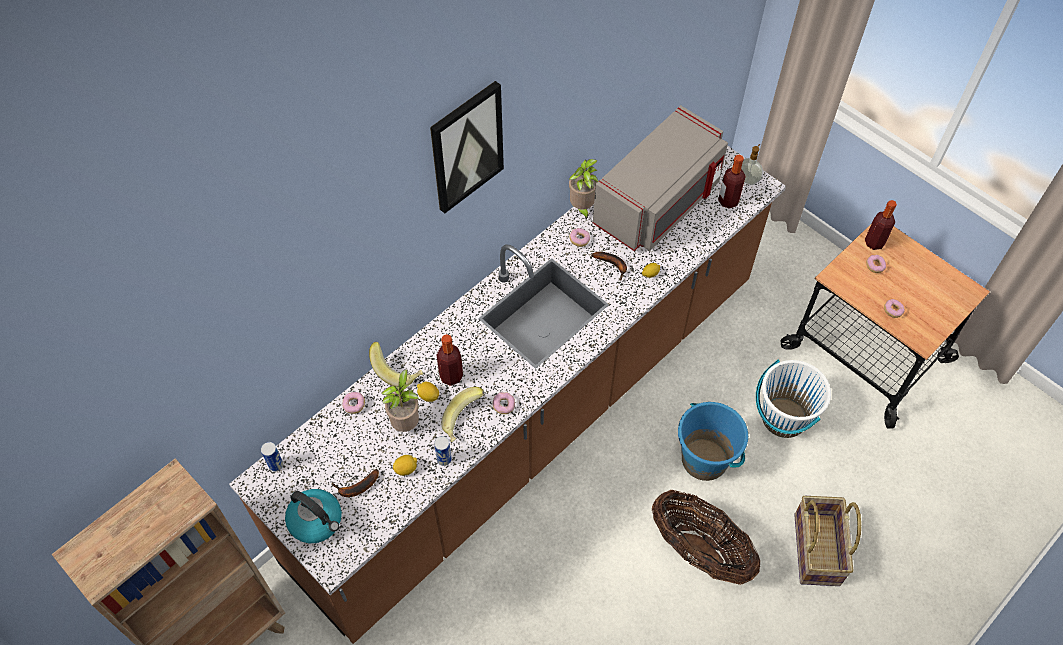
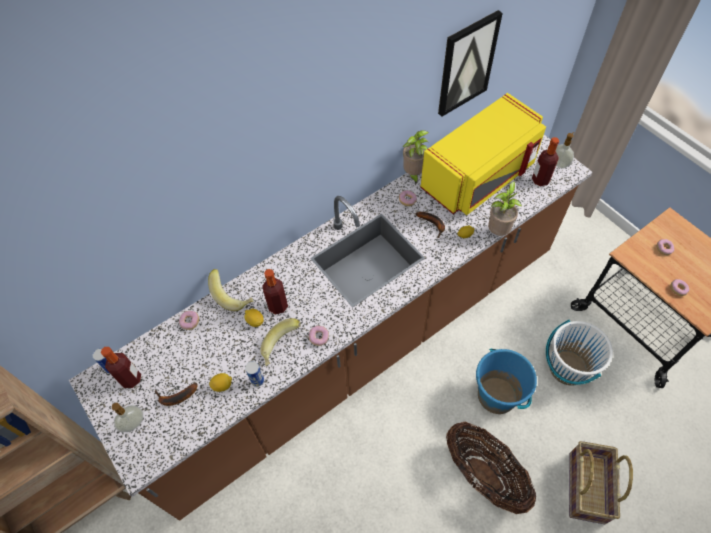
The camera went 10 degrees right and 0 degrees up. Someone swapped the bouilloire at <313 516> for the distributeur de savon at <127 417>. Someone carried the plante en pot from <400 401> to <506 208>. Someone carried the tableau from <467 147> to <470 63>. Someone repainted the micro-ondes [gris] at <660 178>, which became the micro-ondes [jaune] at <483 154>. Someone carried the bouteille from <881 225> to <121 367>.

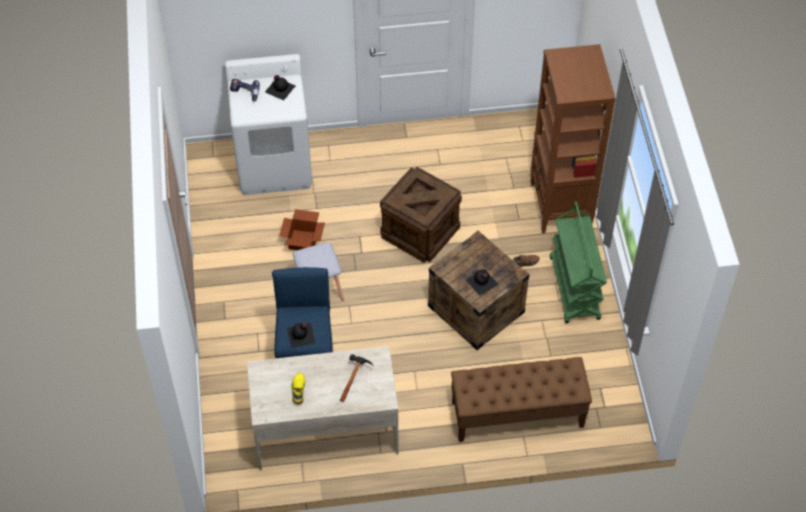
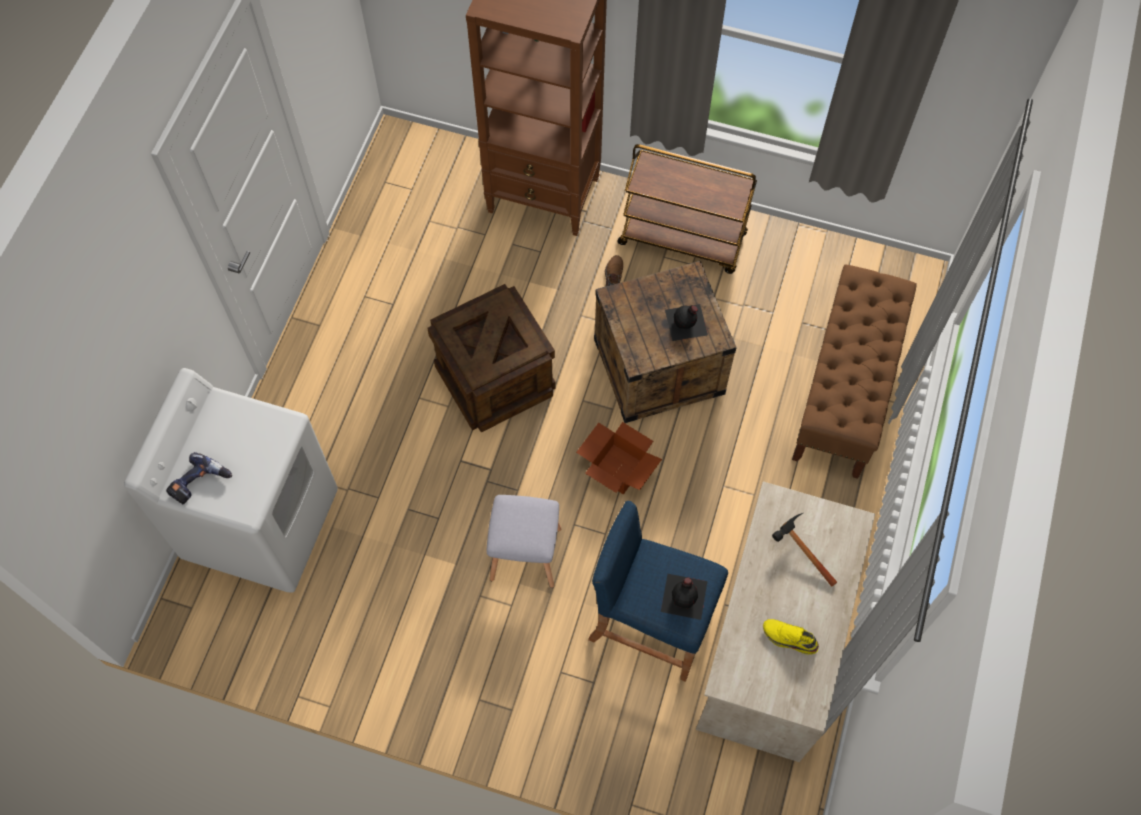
The camera went 65 degrees left and 10 degrees up. Someone took away the bouteille [noir] at <280 87>. Someone carried the carton from <302 229> to <619 458>. Someone repainted the chariot [vert] at <578 262>, which became the chariot [marron] at <687 209>.

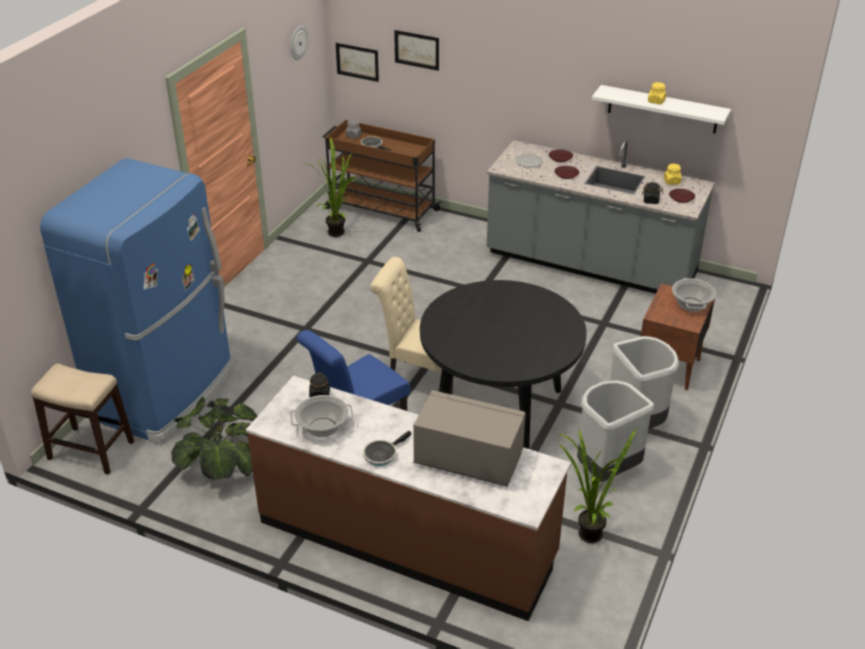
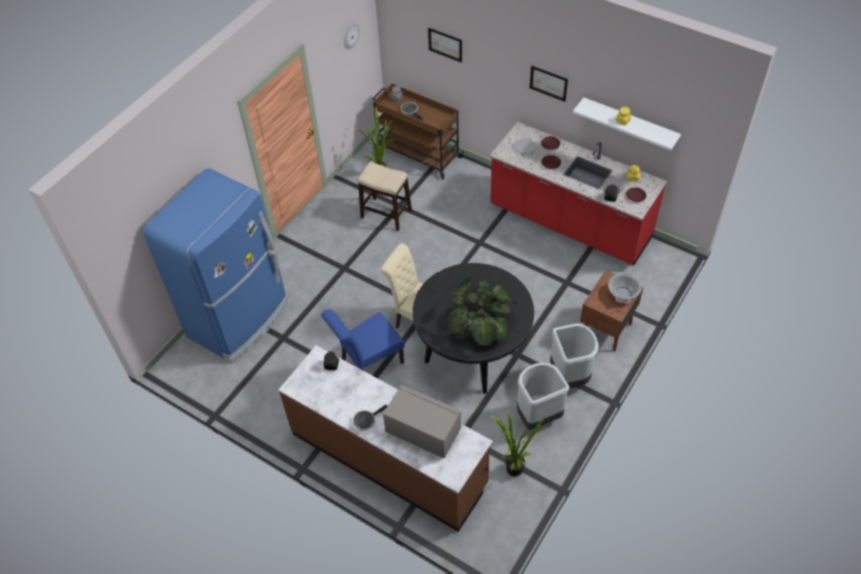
The camera went 10 degrees right and 15 degrees up. Someone carried the tabouret from <82 419> to <385 196>. Someone carried the plante en pot from <214 438> to <482 311>. Someone took away the marmite at <321 416>. Someone carried the tableau from <357 62> to <549 84>. Someone repainted the comptoir de cuisine [gris] at <601 217>, which became the comptoir de cuisine [rouge] at <578 193>.

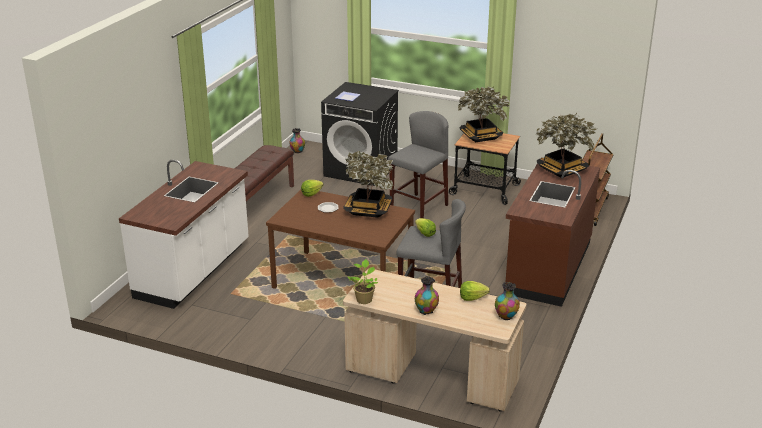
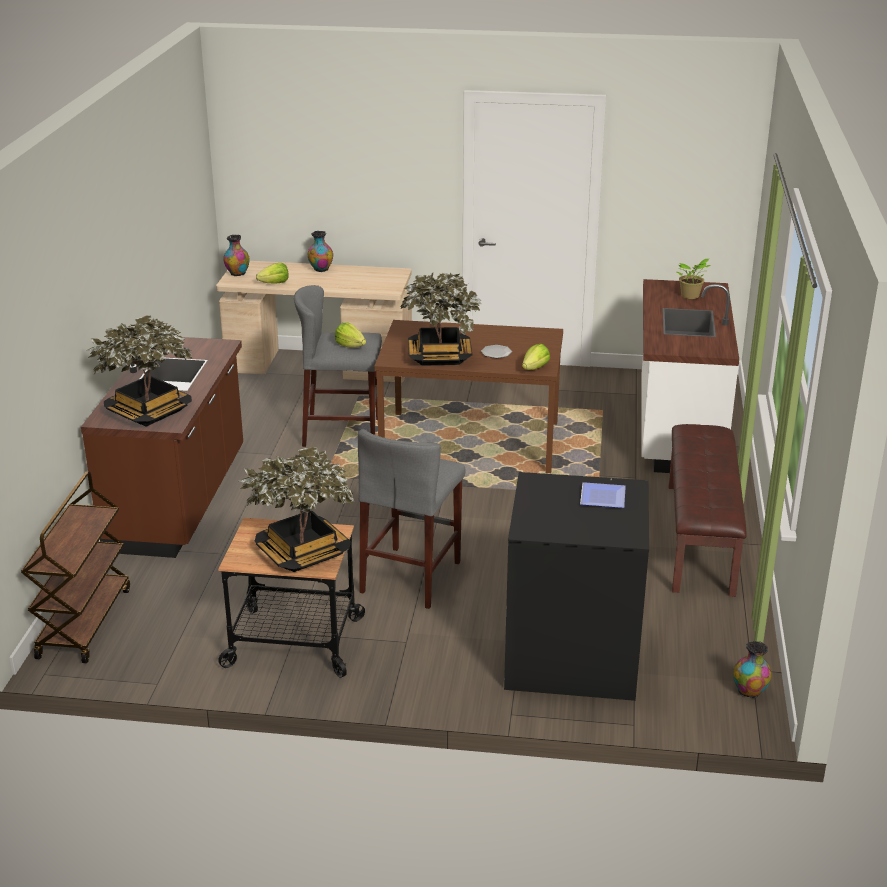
The camera went 165 degrees right and 0 degrees up. Someone carried the plante en pot from <363 281> to <694 279>.

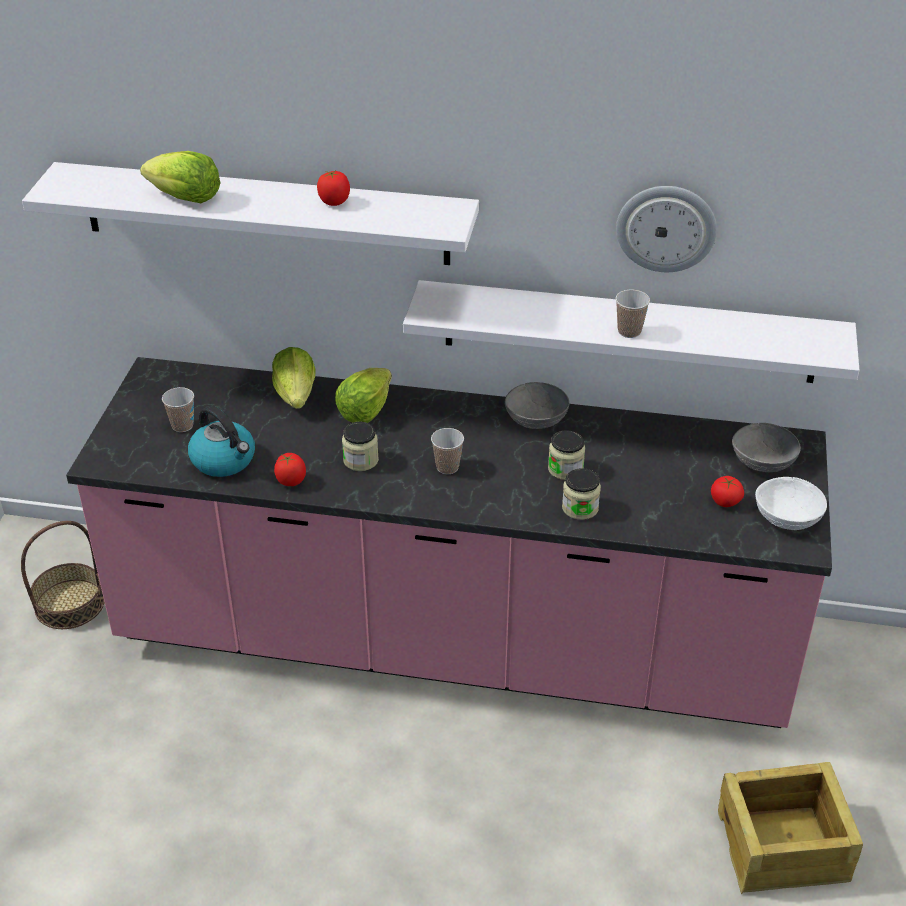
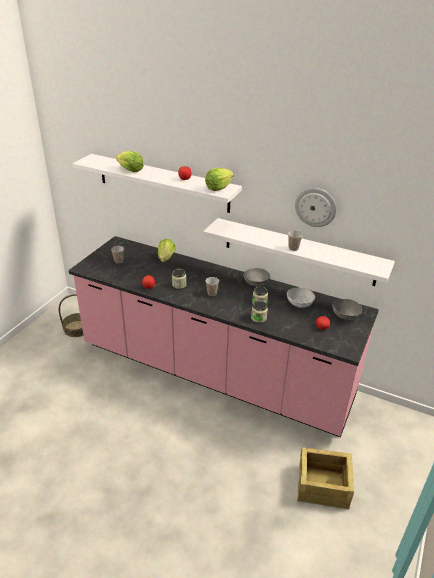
The camera went 15 degrees right and 5 degrees down. Someone took away the bouilloire at <221 441>. Someone carried the laitue from <363 395> to <219 179>. Someone carried the bol [blanc] from <791 503> to <301 298>.

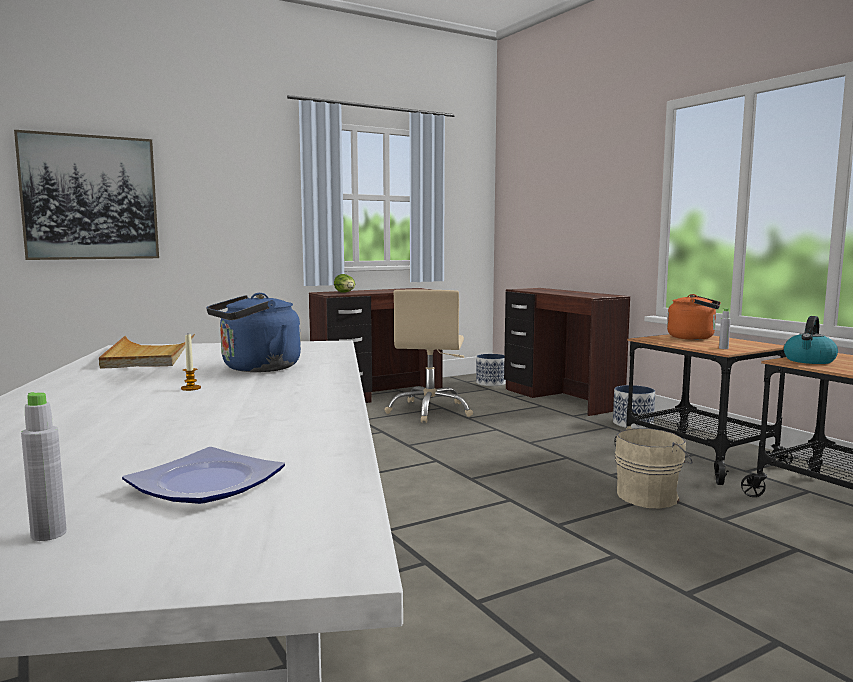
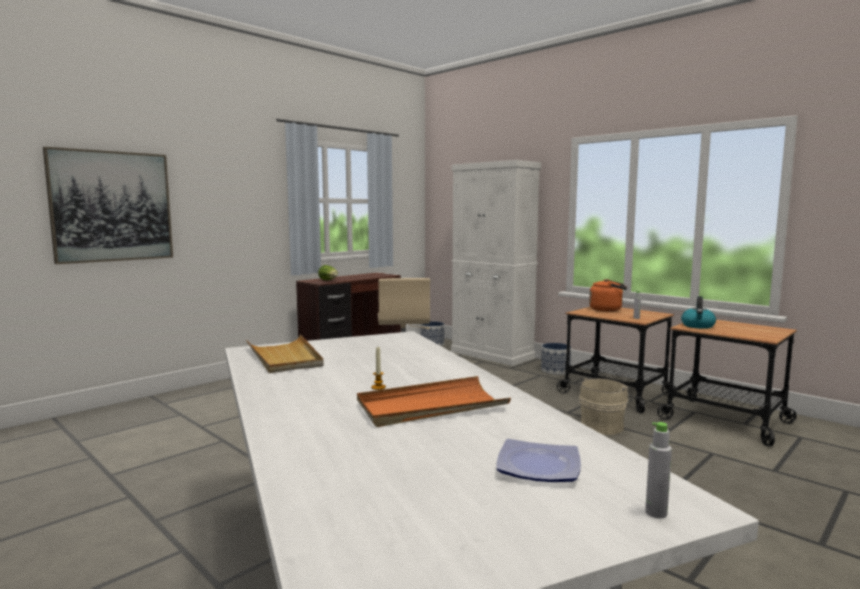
The camera went 15 degrees left and 0 degrees up. Someone carried the bouteille [gris] from <44 466> to <658 470>. Someone took away the bouilloire [bleu] at <253 332>. Someone swapped the bureau [marron] at <567 352> for the meuble de rangement [blanc] at <496 263>. Someone put down the plateau [orange] at <434 401>.

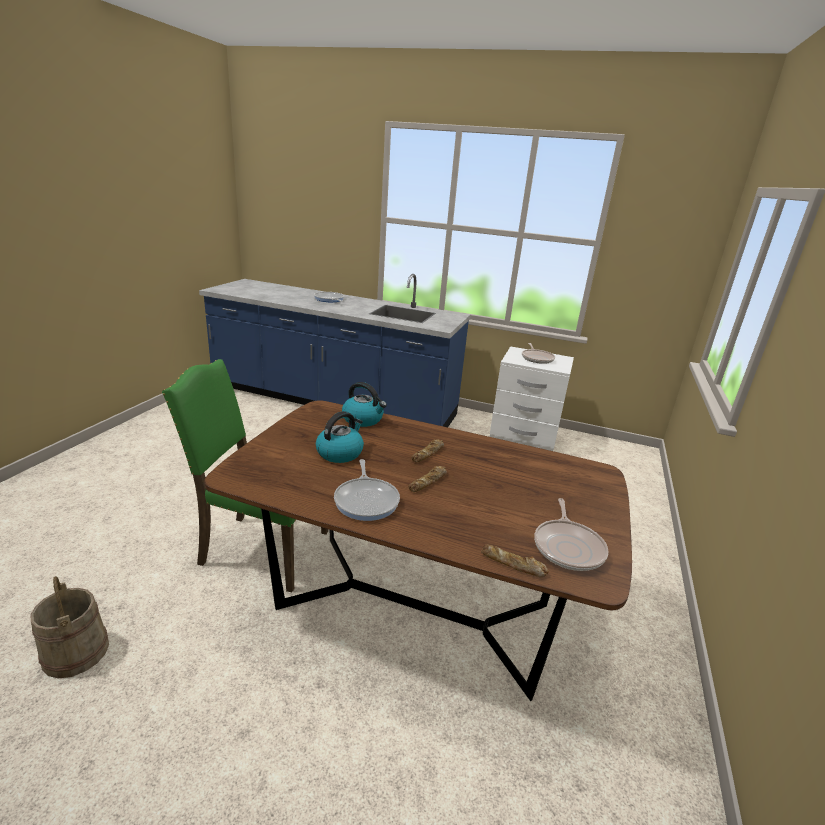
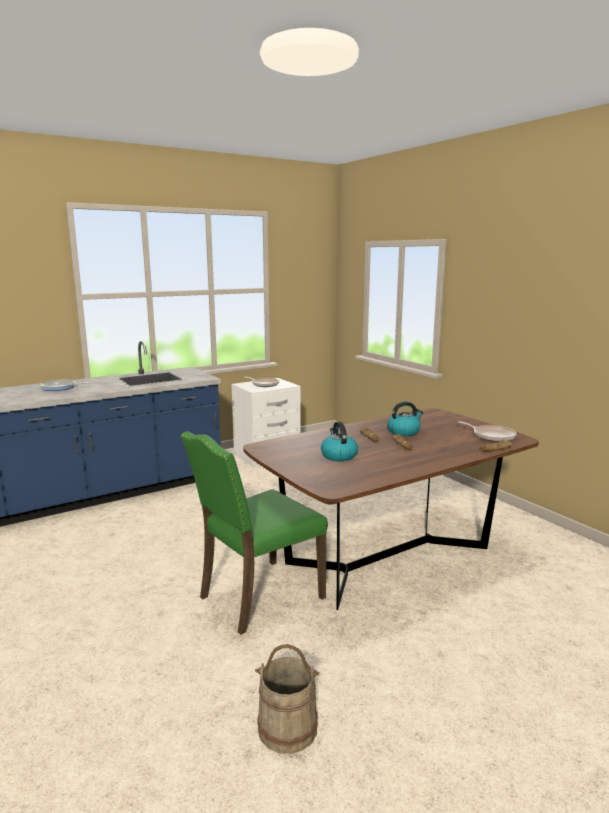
The camera went 50 degrees left and 10 degrees down. Someone took away the poêle at <367 490>. Someone carried the bouilloire from <364 404> to <405 419>.

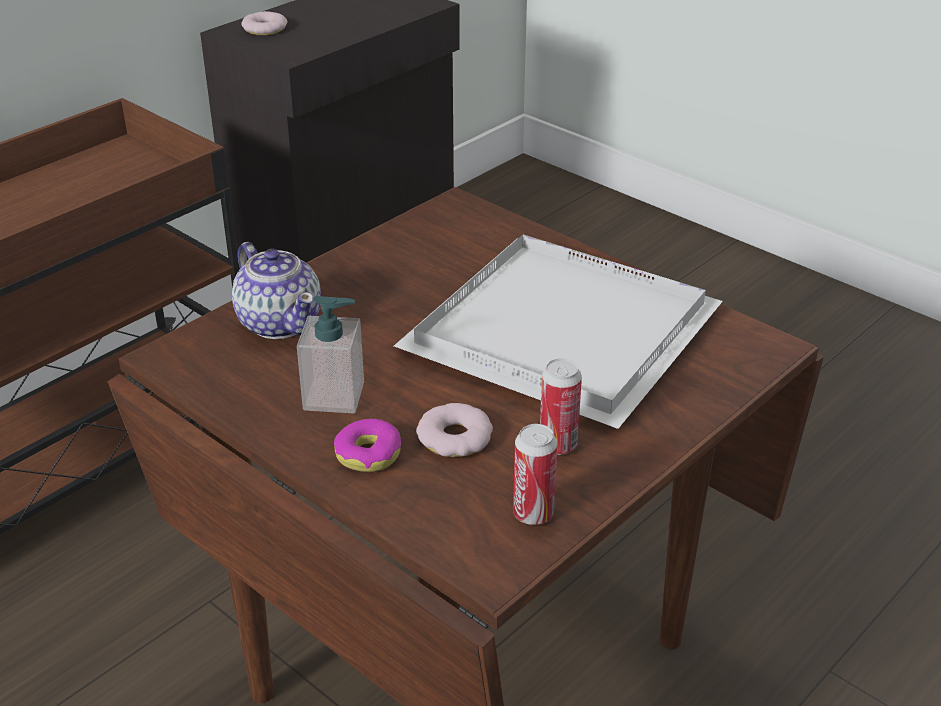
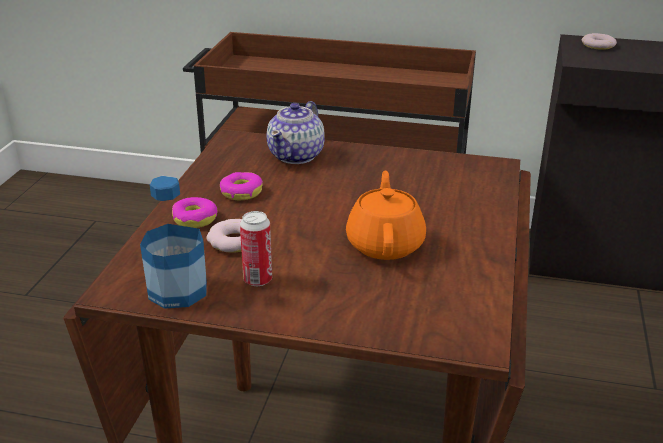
The camera went 60 degrees right and 5 degrees down. Someone swapped the distributeur de savon at <330 354> for the beignet at <241 186>. Someone swapped the plateau [blanc] at <558 331> for the théière [orange] at <386 215>. Someone swapped the boîte métallique at <535 474> for the bouteille at <173 242>.

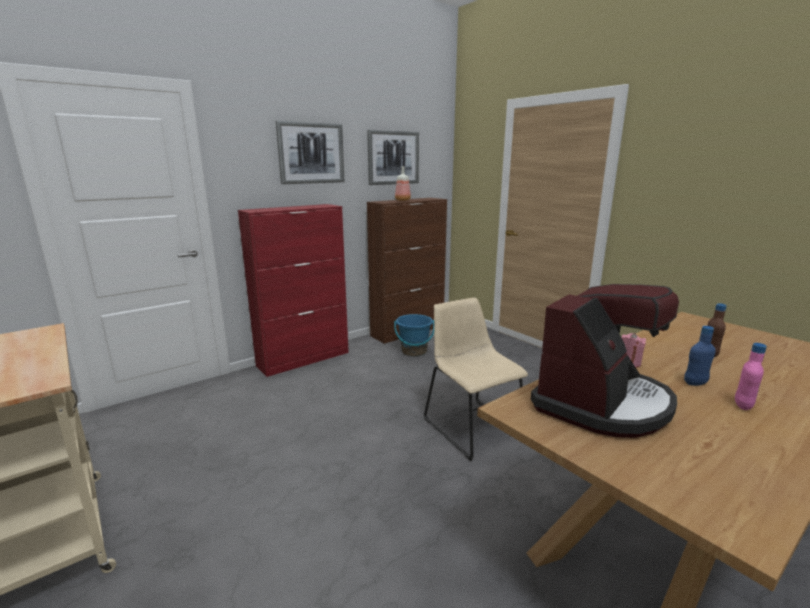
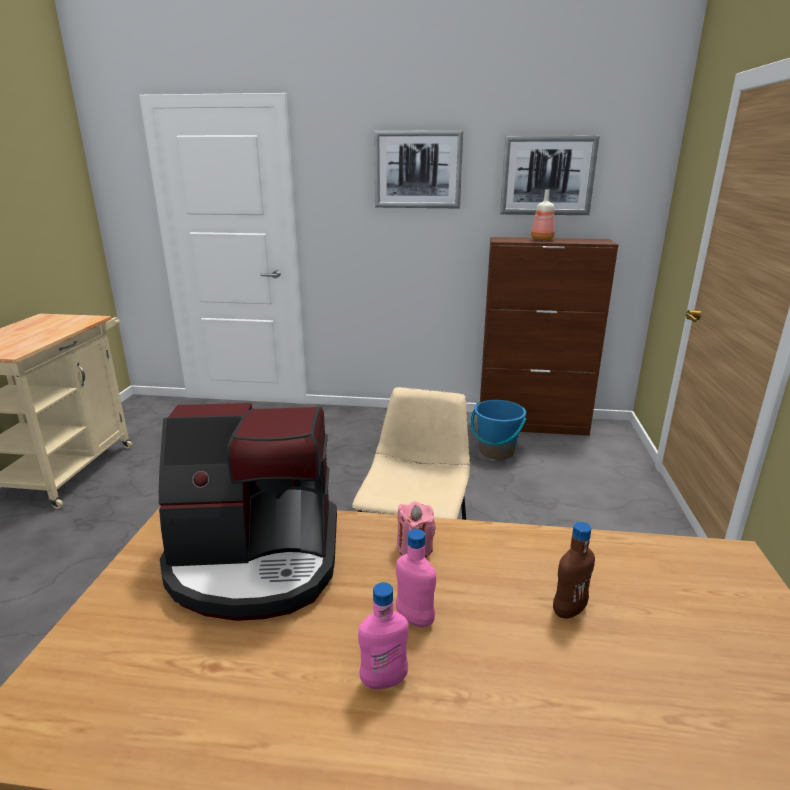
The camera went 45 degrees right and 5 degrees up. Someone took away the meuble de rangement [rouge] at <293 290>. Someone repainted the bouteille [bleu] at <700 356>, which became the bouteille [rose] at <416 578>.

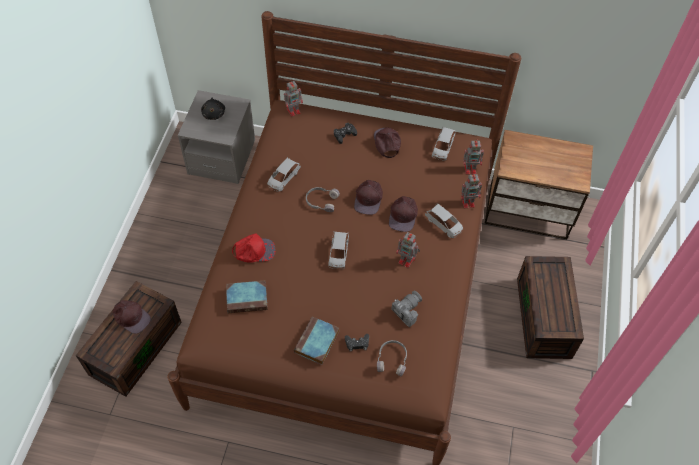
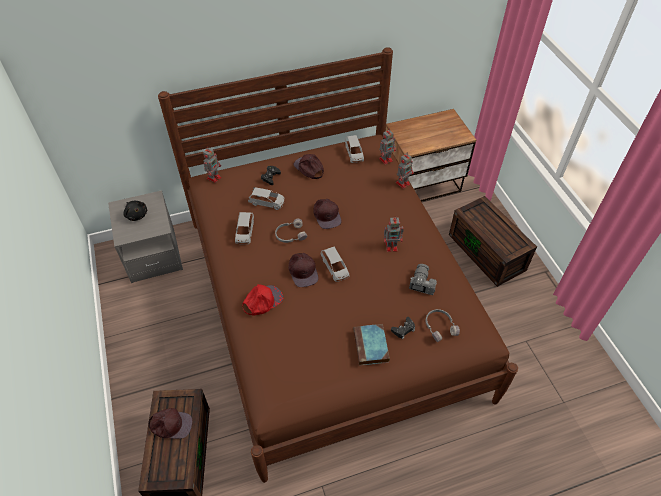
The camera went 30 degrees left and 5 degrees down. Someone took away the livre at <247 296>. Someone carried the casquette [marron] from <403 214> to <303 270>. Someone carried the petite voiture [gris] from <444 220> to <266 198>.

